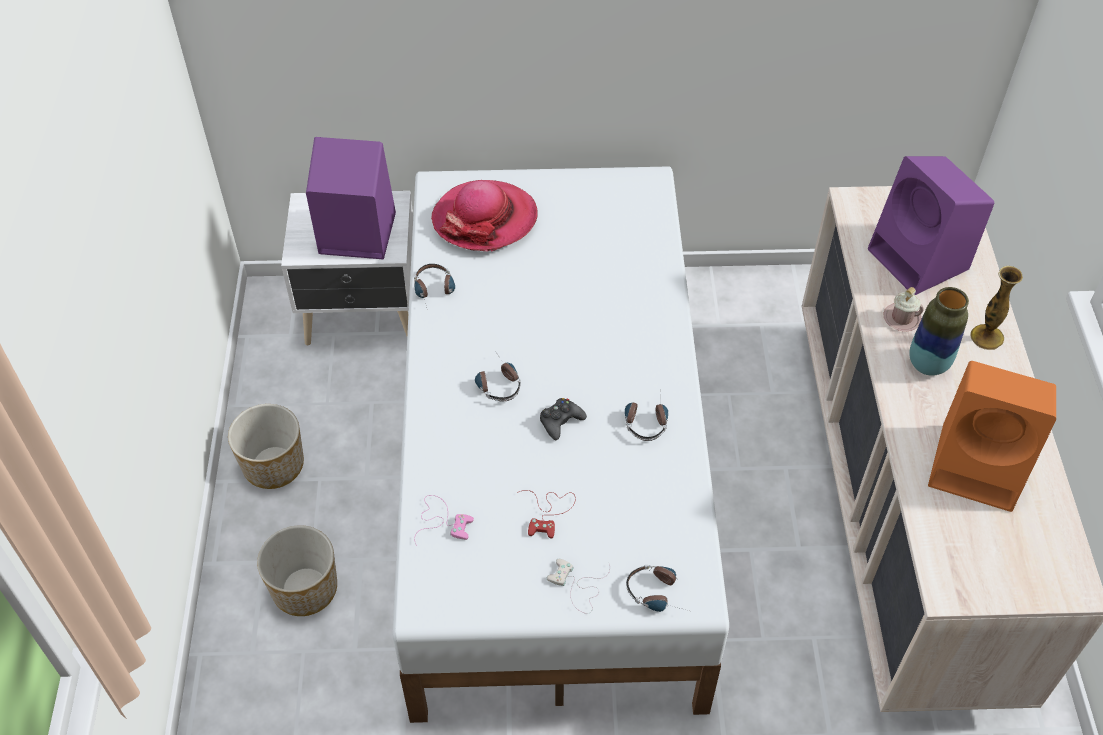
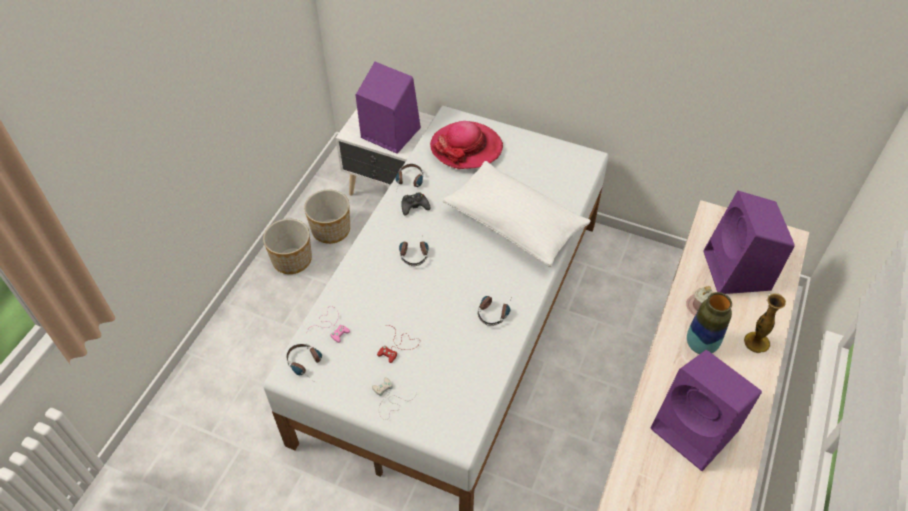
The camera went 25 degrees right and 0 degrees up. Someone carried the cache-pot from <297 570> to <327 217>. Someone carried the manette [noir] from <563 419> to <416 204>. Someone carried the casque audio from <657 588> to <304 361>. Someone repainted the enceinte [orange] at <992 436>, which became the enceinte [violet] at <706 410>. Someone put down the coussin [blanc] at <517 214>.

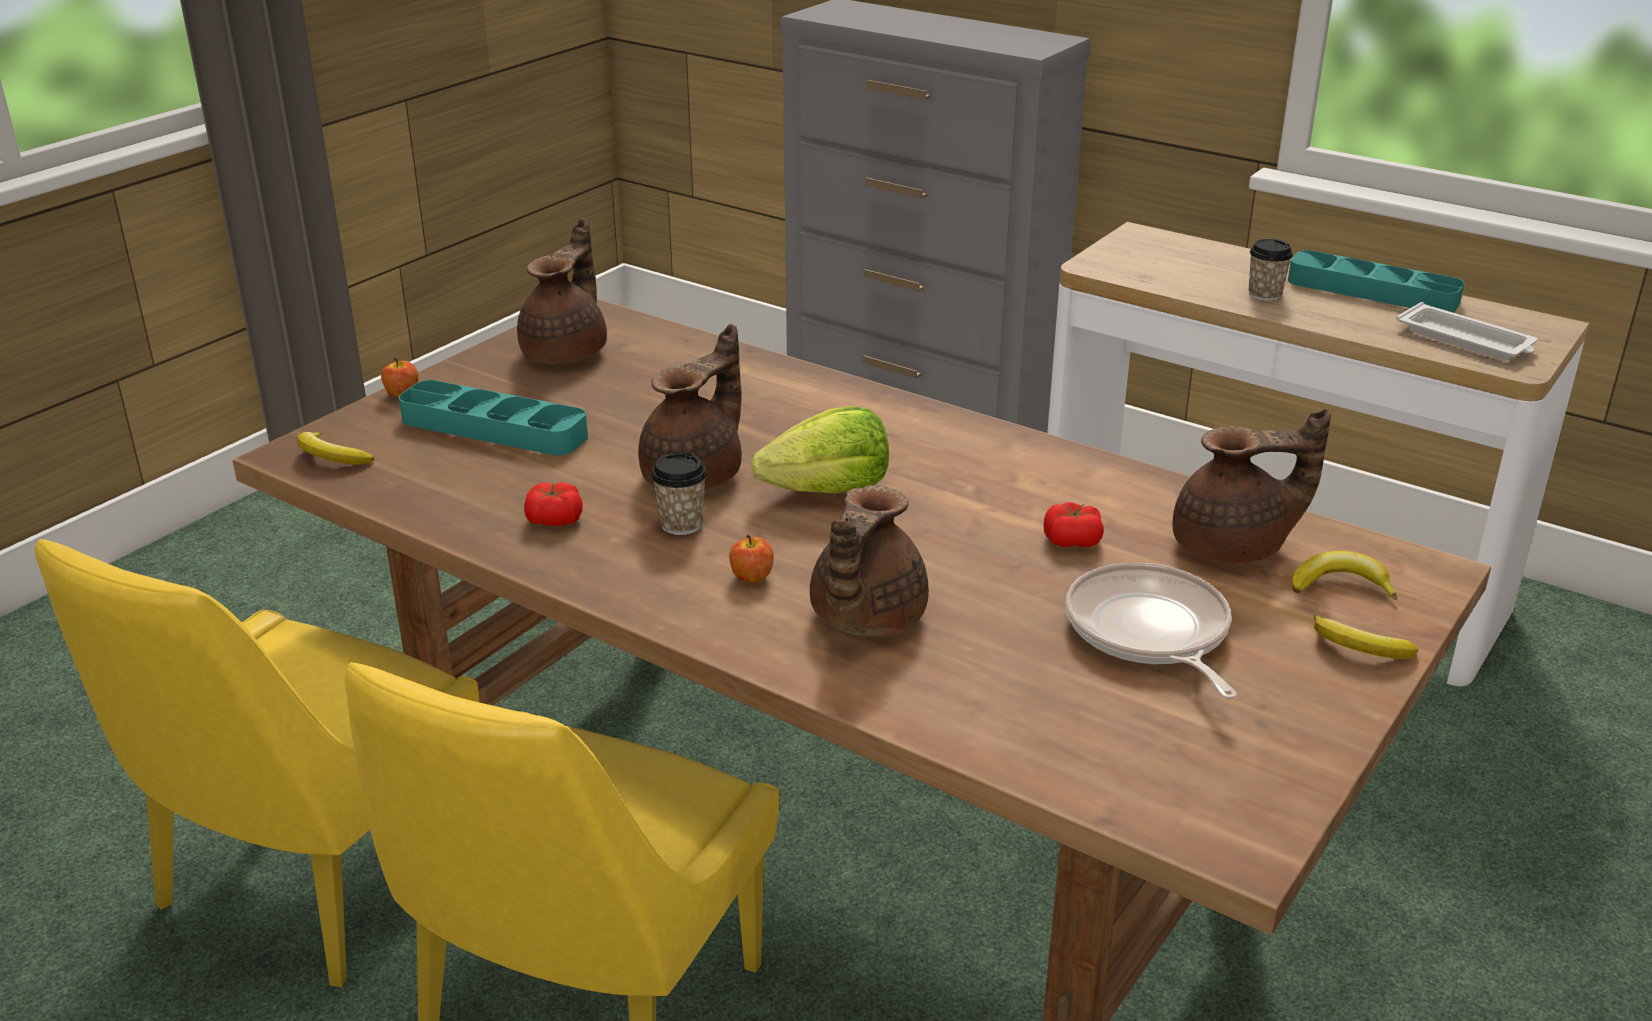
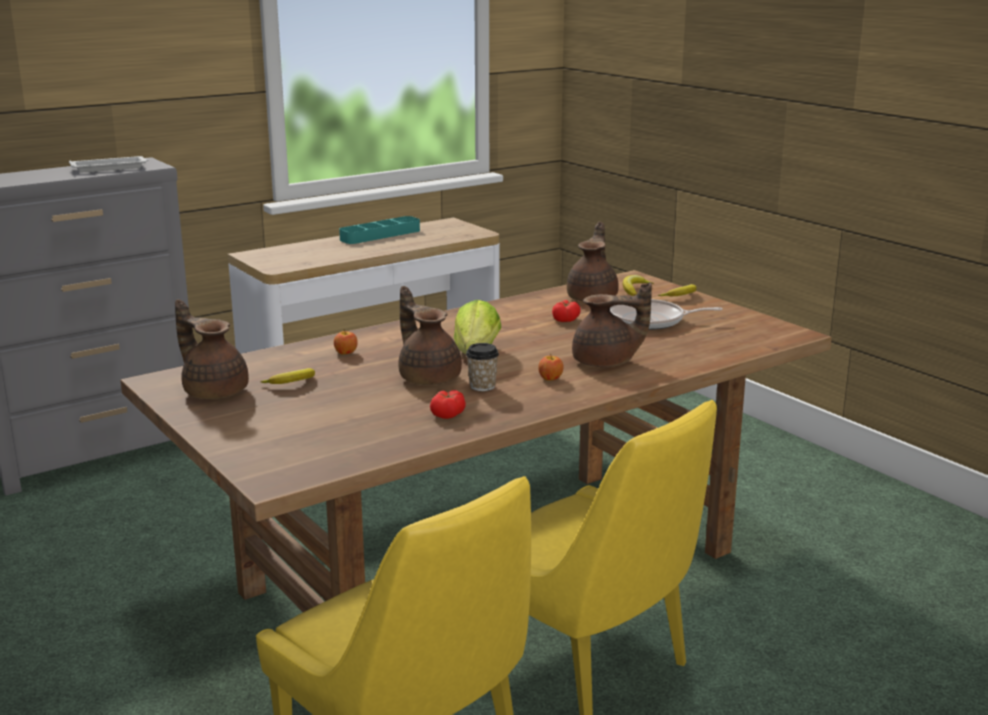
The camera went 70 degrees left and 10 degrees down. Someone carried the banane from <335 448> to <287 376>. Someone carried the pomme from <399 377> to <346 341>. Someone took away the plateau [turquoise] at <493 418>. Someone rotated the théière [marron] at <869 561> by 45 degrees counterclockwise. Someone took away the tasse at <1271 270>. Someone carried the plateau [blanc] from <1467 331> to <108 164>.

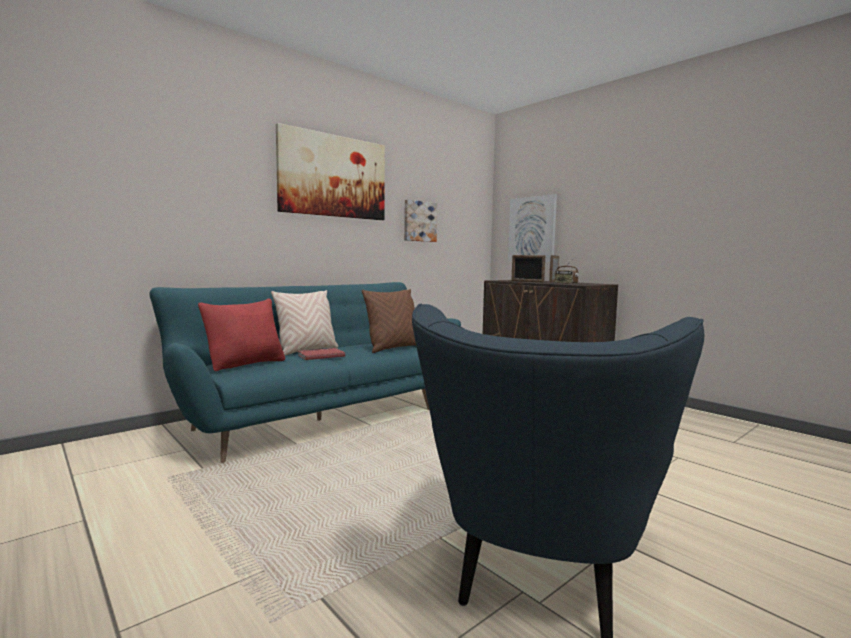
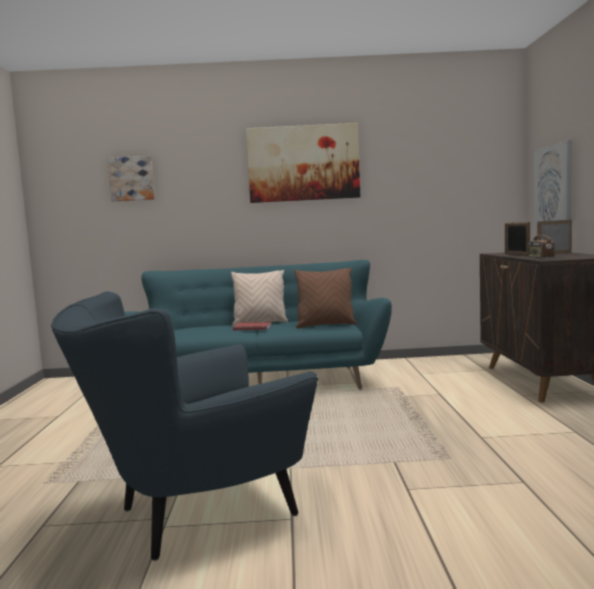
The camera went 40 degrees right and 0 degrees up. Someone took away the coussin [rouge] at <241 334>. Someone carried the tableau from <420 220> to <131 178>.

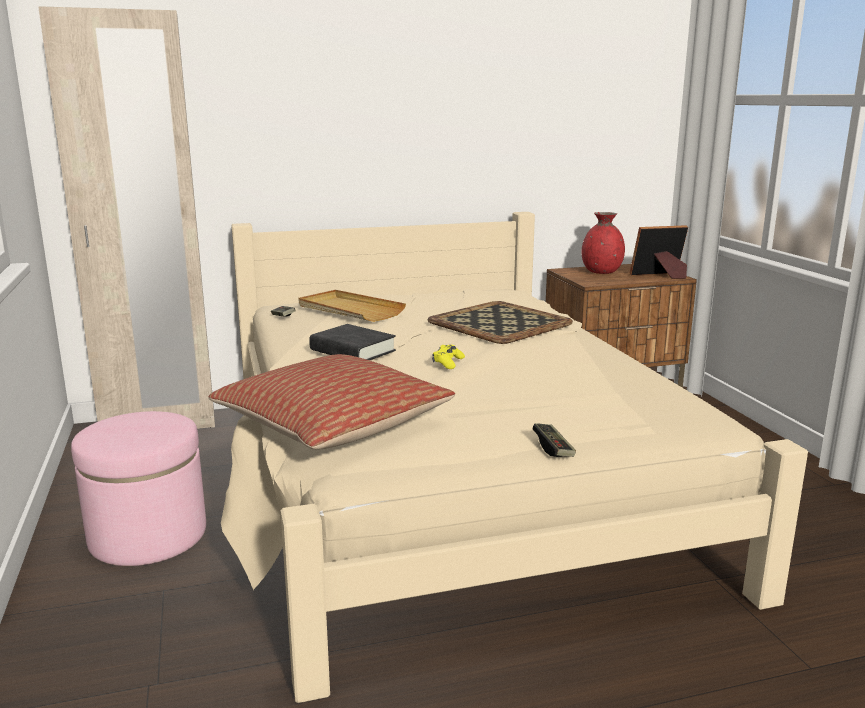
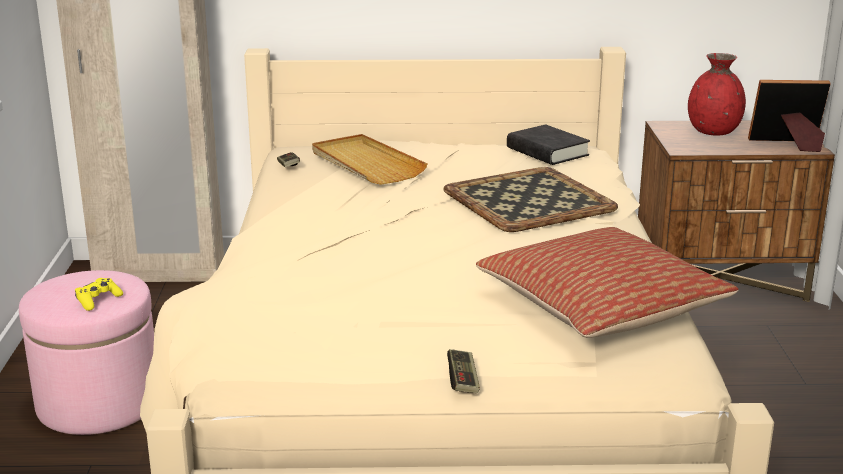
The camera went 15 degrees right and 5 degrees up. Someone carried the coussin from <331 402> to <607 282>. Someone carried the livre [noir] from <352 342> to <548 144>. Someone carried the manette [jaune] from <448 357> to <99 294>.

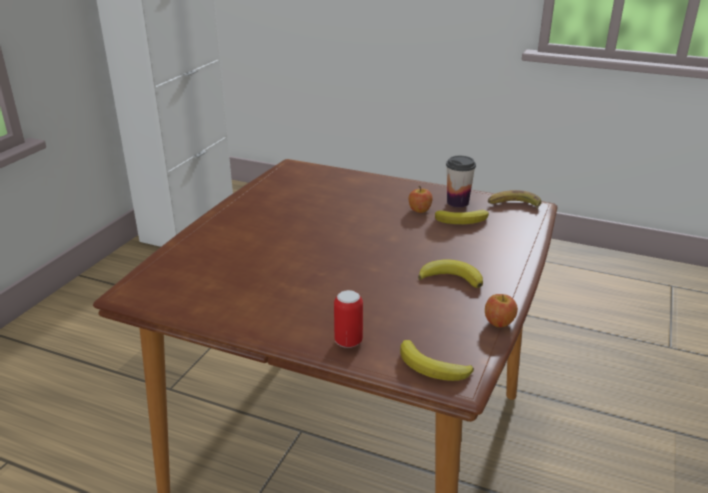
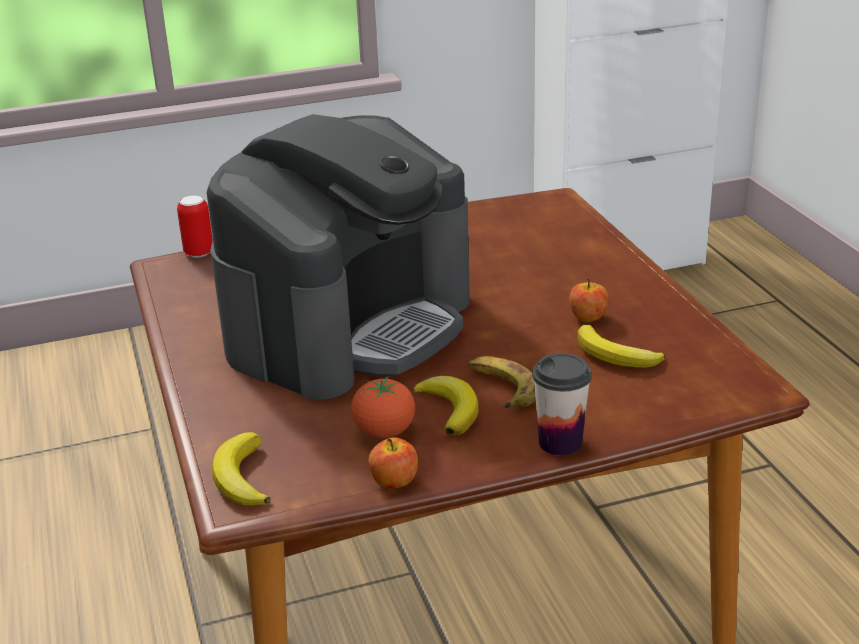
The camera went 50 degrees right and 0 degrees up. Someone carried the boîte métallique from <348 319> to <195 227>. Someone carried the tasse from <461 181> to <562 404>. Someone carried the banane from <514 199> to <502 382>. Someone put down the machine à café at <338 257>. Someone put down the tomate at <383 407>.

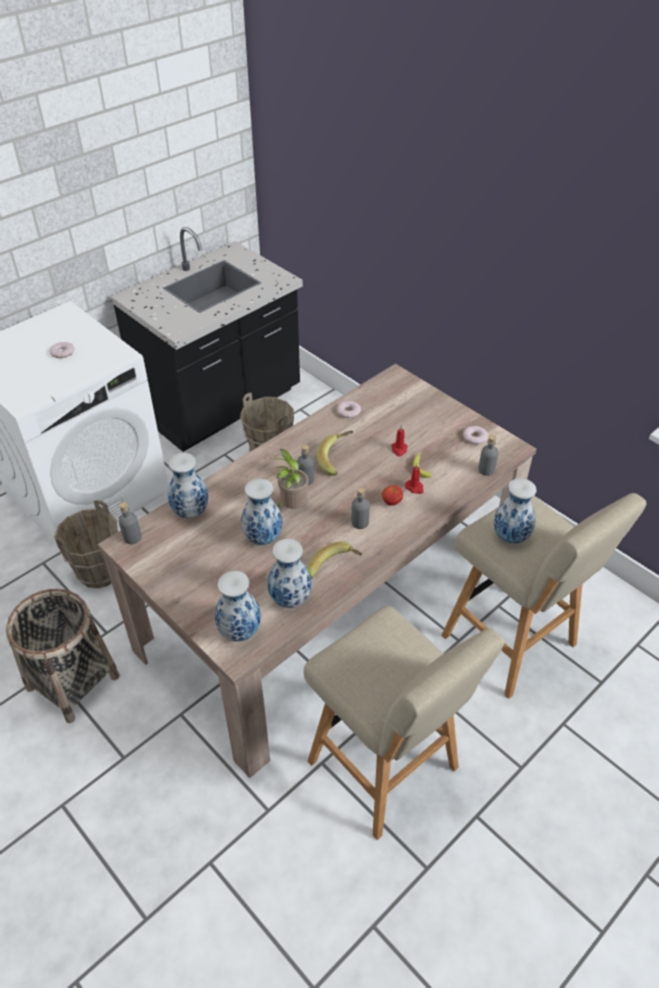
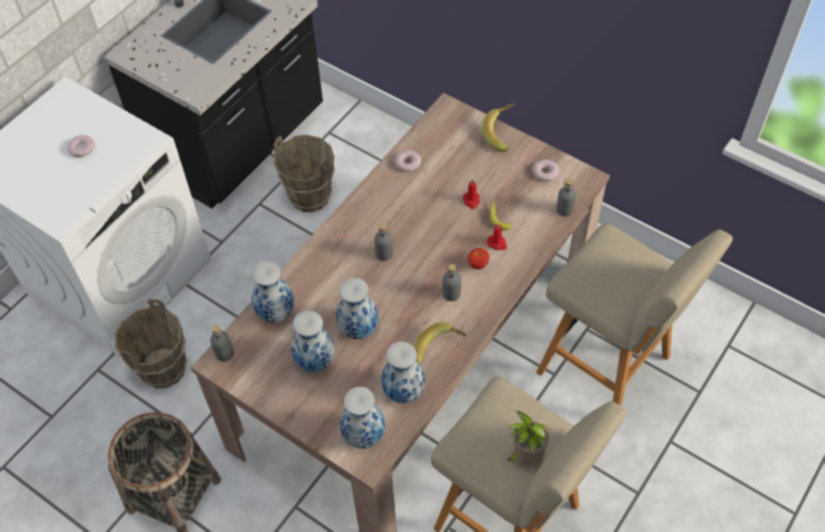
The camera went 10 degrees left and 10 degrees up. Someone carried the plante en pot from <289 479> to <528 437>. Someone carried the banane from <335 453> to <498 127>. Someone carried the vase from <515 510> to <313 341>.

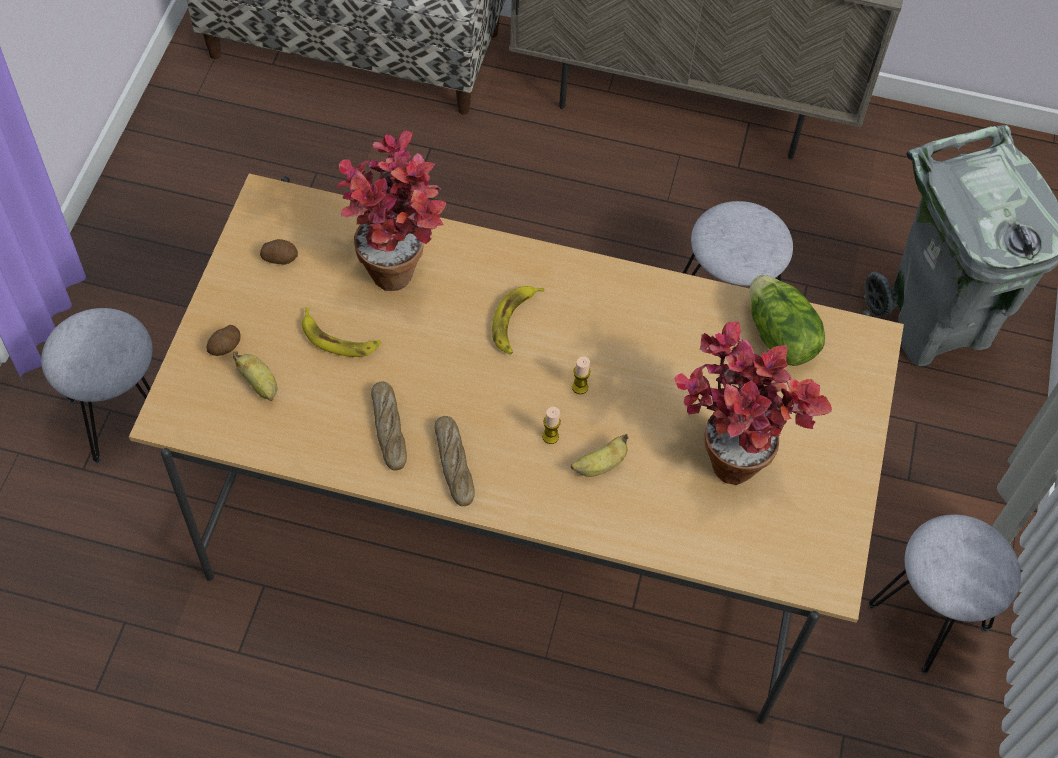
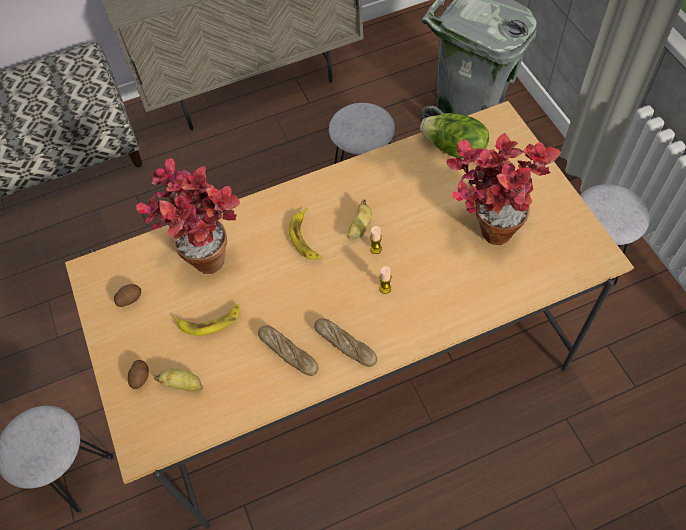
The camera went 30 degrees left and 0 degrees up. Someone carried the banane from <599 455> to <359 219>.

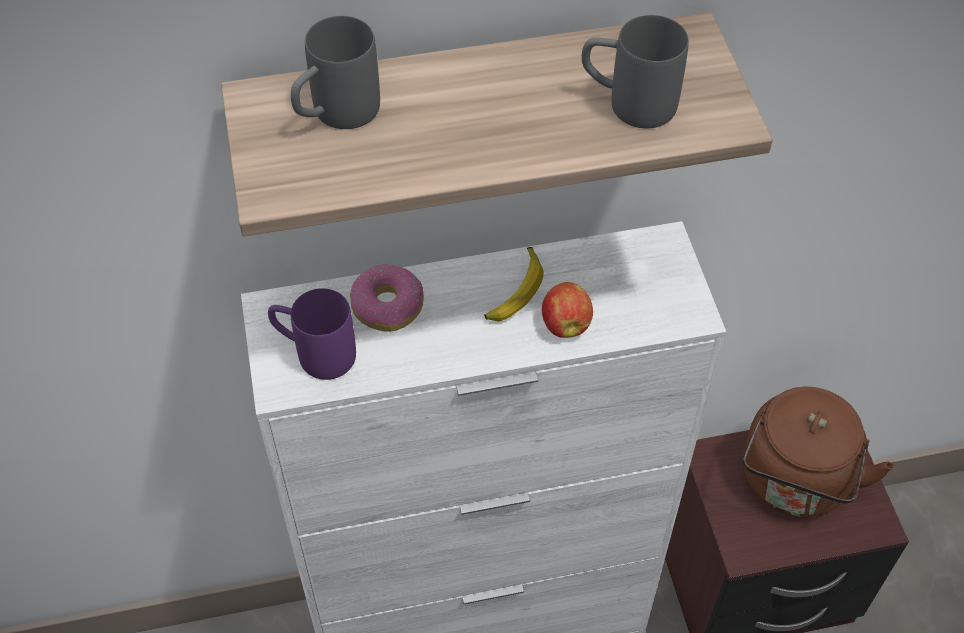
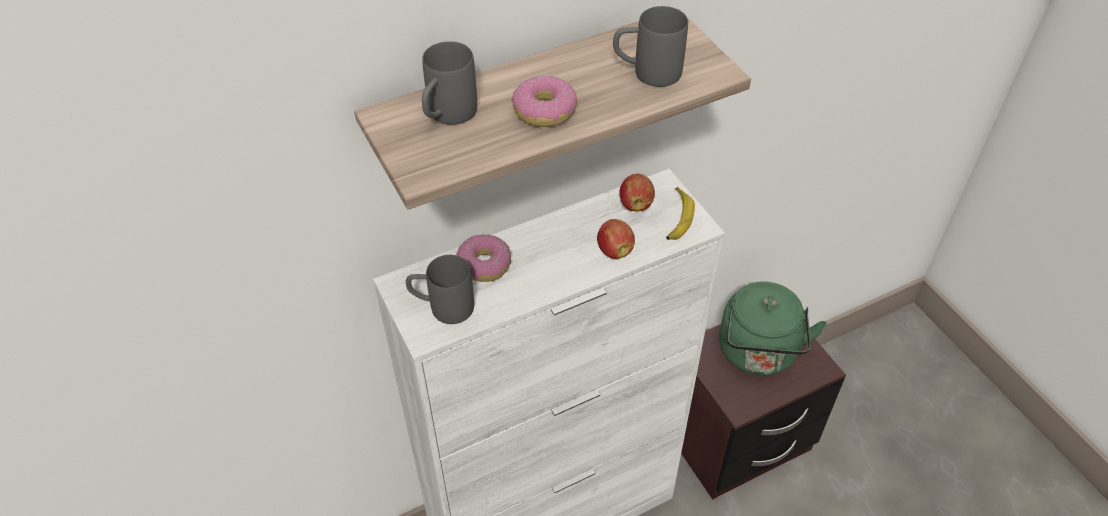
The camera went 15 degrees left and 5 degrees down. Someone repainted the mug [violet] at <312 334>, which became the mug [gris] at <440 289>. Someone carried the banane from <514 284> to <680 213>. Someone repainted the bouilloire [marron] at <818 452>, which became the bouilloire [vert] at <773 328>. Someone put down the beignet at <544 101>. Someone put down the pomme at <637 192>.

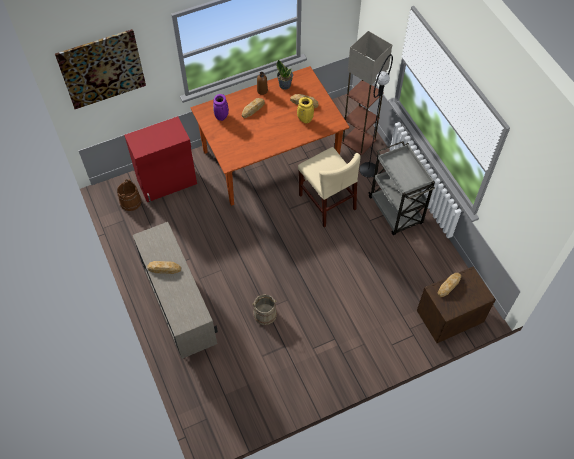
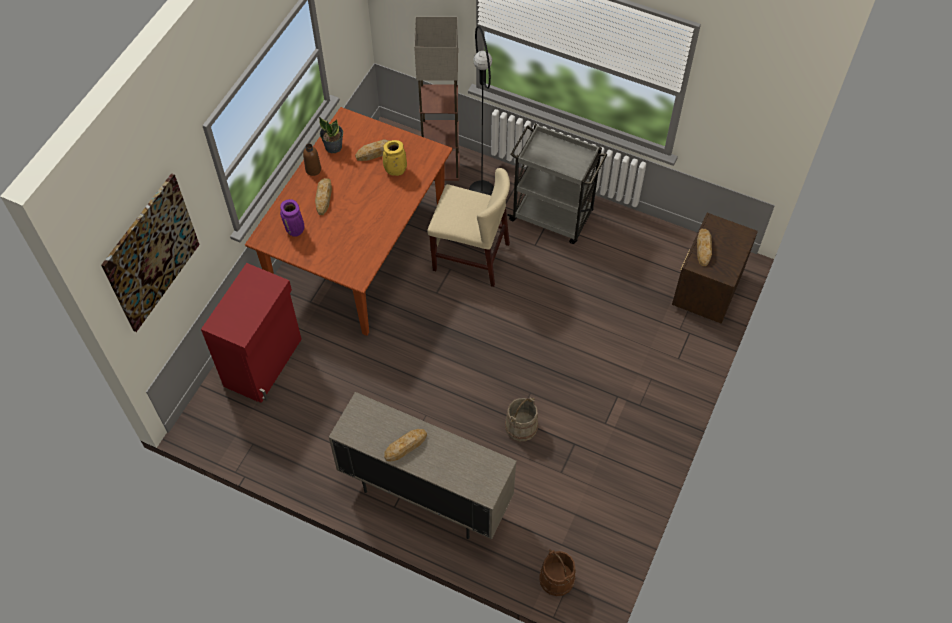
The camera went 40 degrees left and 0 degrees up. Someone carried the seau [marron] from <129 195> to <557 572>.

